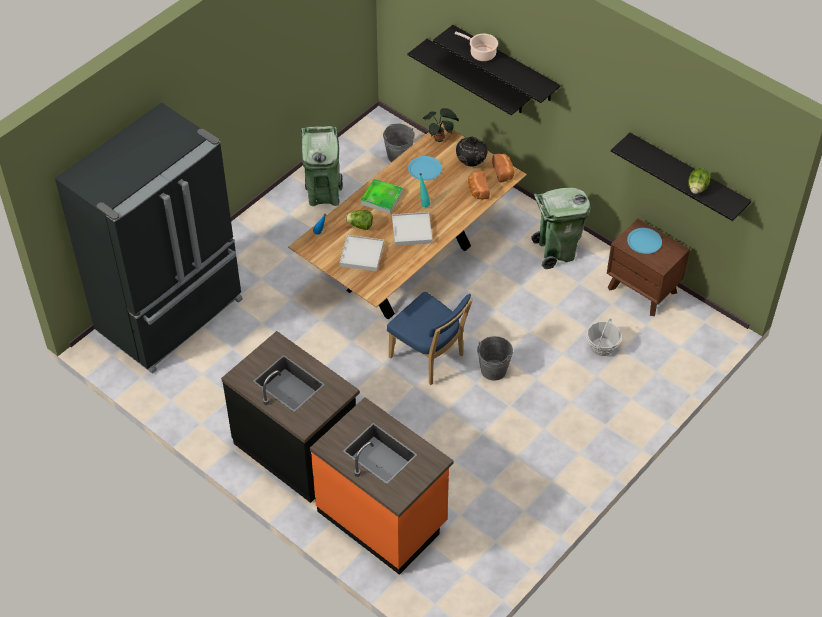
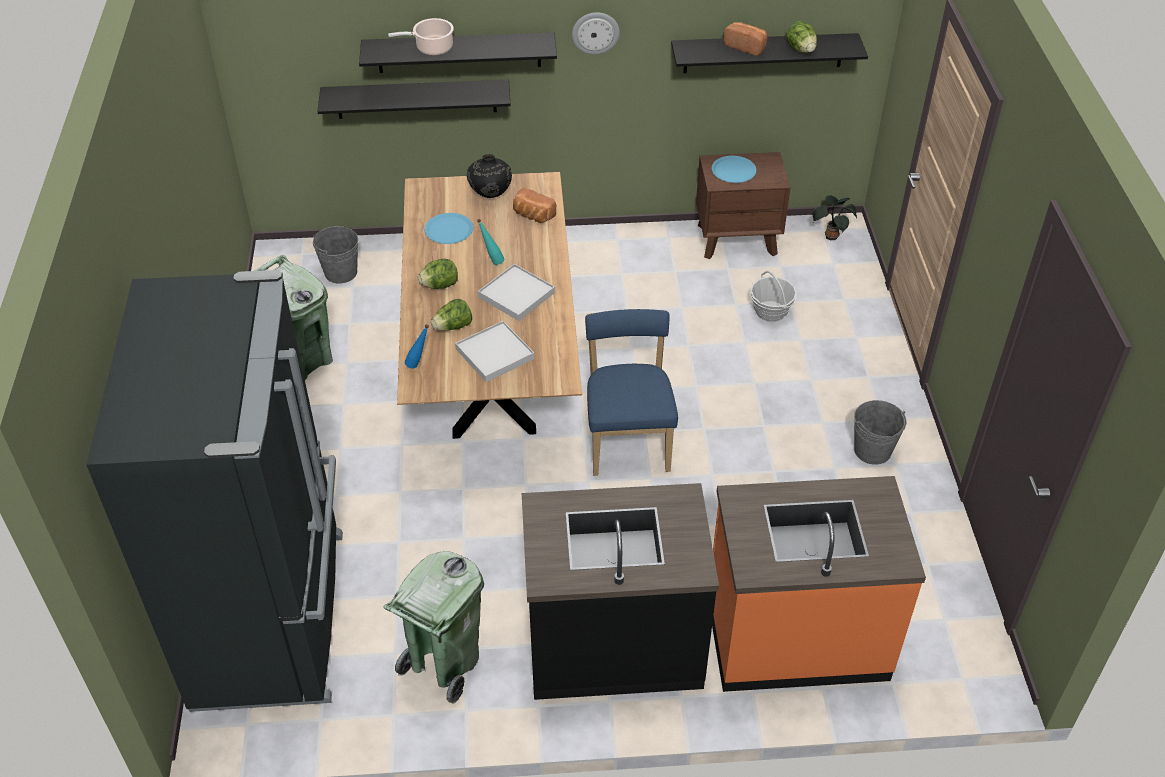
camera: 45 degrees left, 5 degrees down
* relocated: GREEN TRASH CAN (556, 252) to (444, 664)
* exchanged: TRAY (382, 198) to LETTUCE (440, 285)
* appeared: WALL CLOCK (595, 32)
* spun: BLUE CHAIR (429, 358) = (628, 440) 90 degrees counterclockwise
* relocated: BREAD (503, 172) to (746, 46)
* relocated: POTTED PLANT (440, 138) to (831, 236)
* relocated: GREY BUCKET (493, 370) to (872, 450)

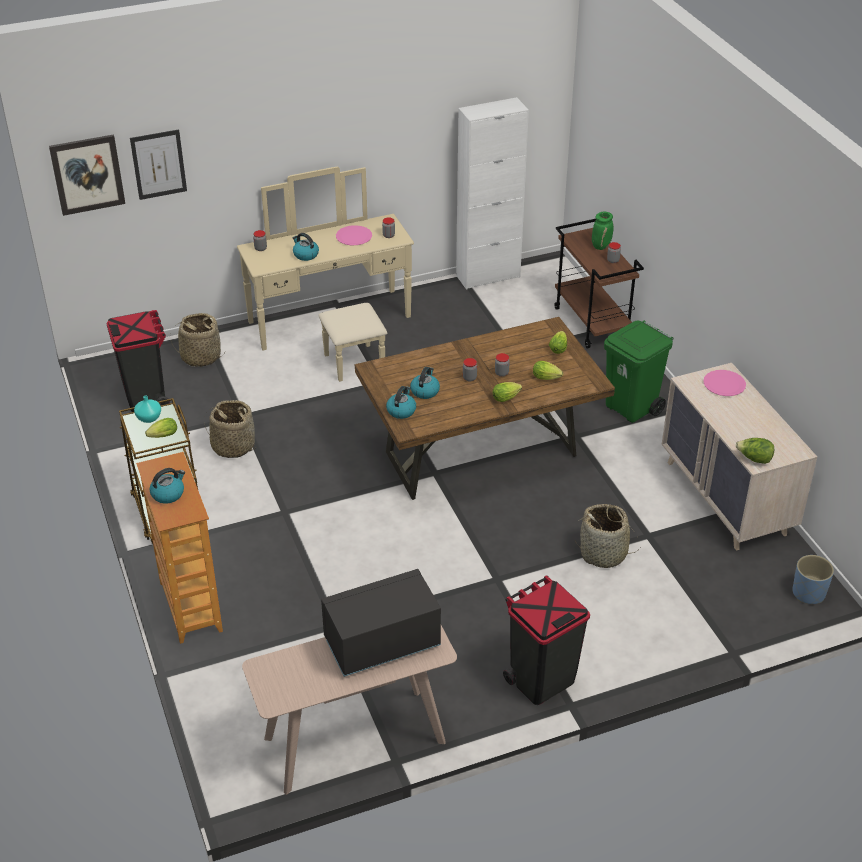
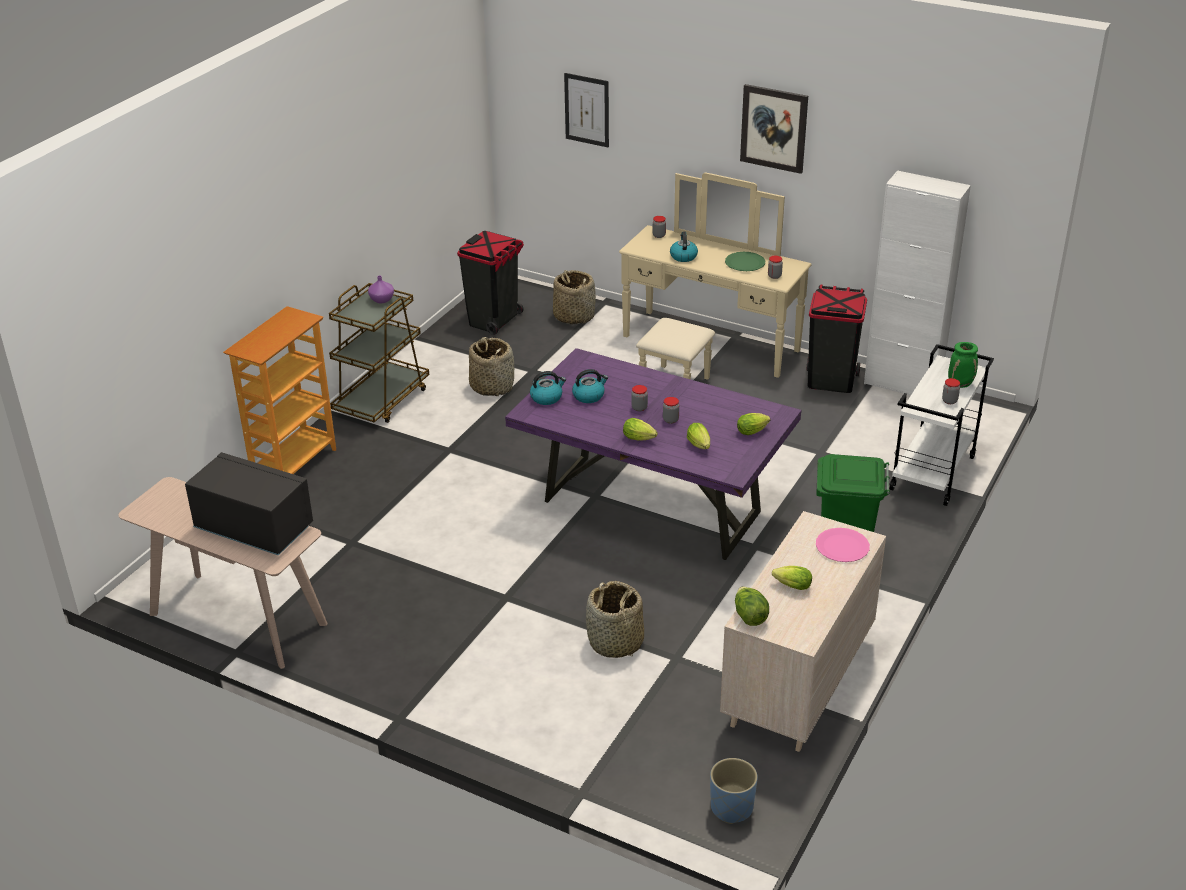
camera: 50 degrees right, 5 degrees down
* colour: TURQUOISE VASE (148, 418) to PURPLE VASE (381, 299)
* colour: BROWN DINING TABLE (481, 454) to PURPLE DINING TABLE (653, 507)
* colour: PINK PLATE (354, 236) to GREEN PLATE (745, 263)
* relocated: PICTURE (87, 174) to (774, 128)
* relocated: LETTUCE (162, 436) to (790, 586)
* relocated: BLACK TRASH CAN (541, 680) to (831, 380)
* colour: BROWN CART (592, 323) to WHITE CART (933, 474)
* missing: KETTLE (168, 494)

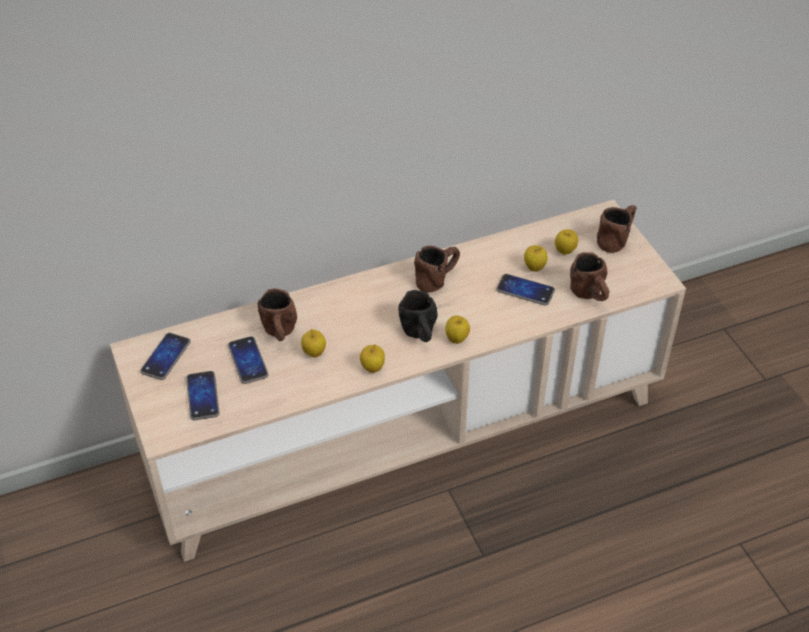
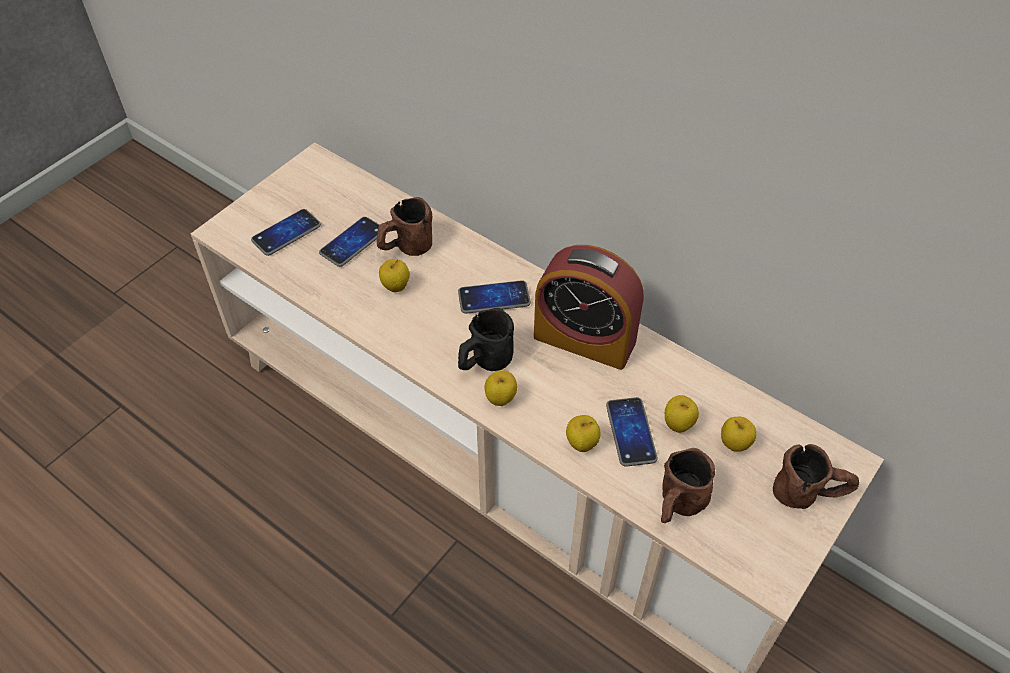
camera: 60 degrees right, 5 degrees up
* relocated: PHONE (166, 357) to (494, 298)
* exchanged: BROWN MUG (438, 278) to ALARM CLOCK (584, 339)
* relocated: APPLE (372, 368) to (582, 444)

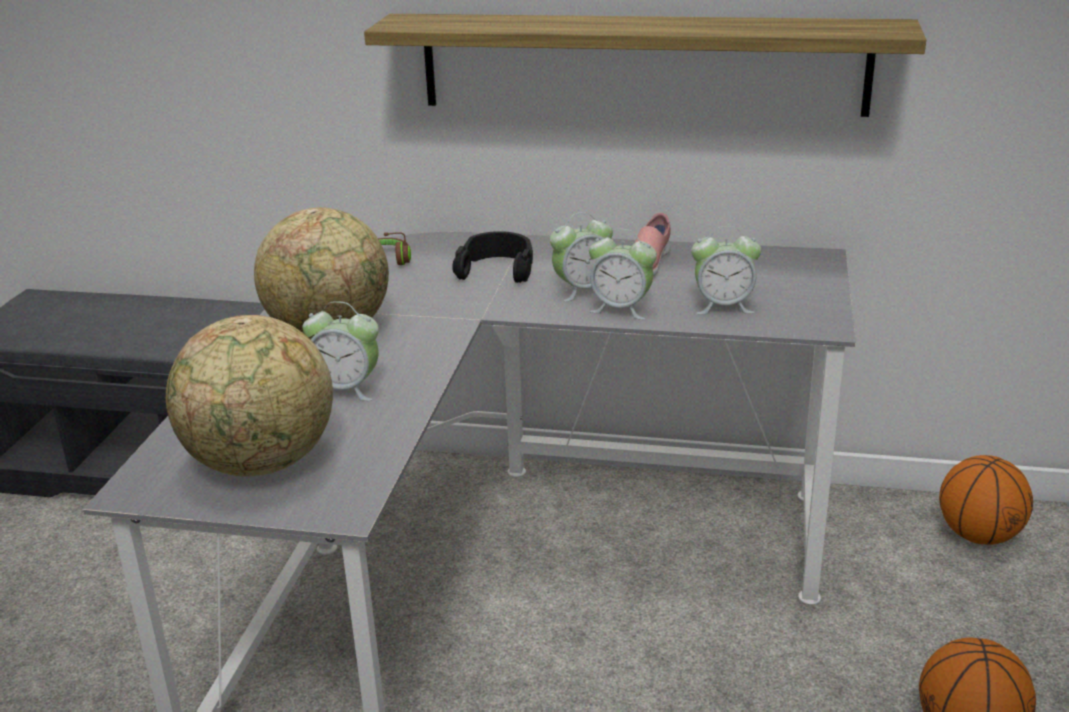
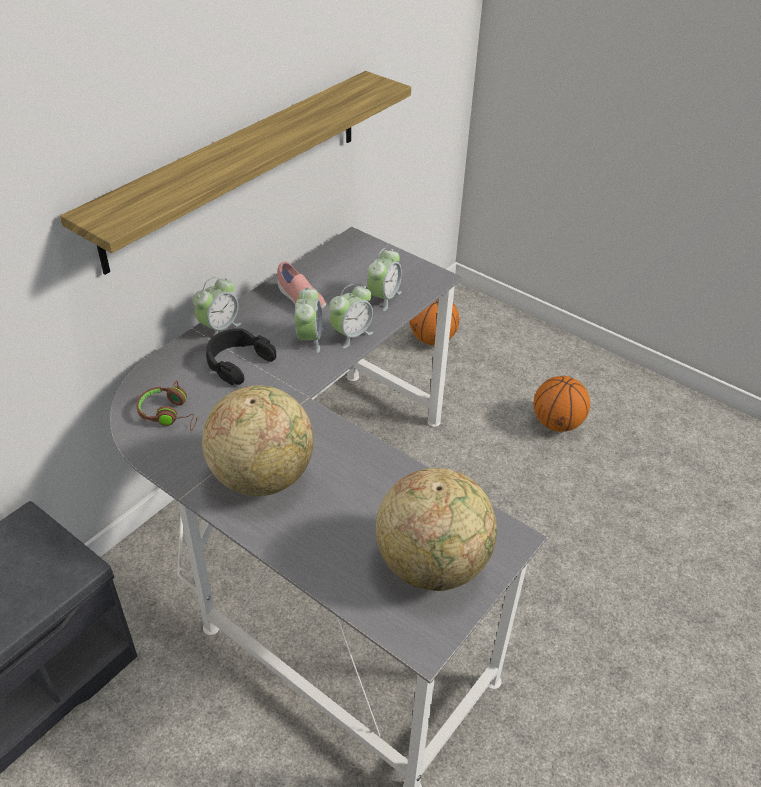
camera: 65 degrees left, 15 degrees up
* relocated: ALARM CLOCK (346, 389) to (219, 328)

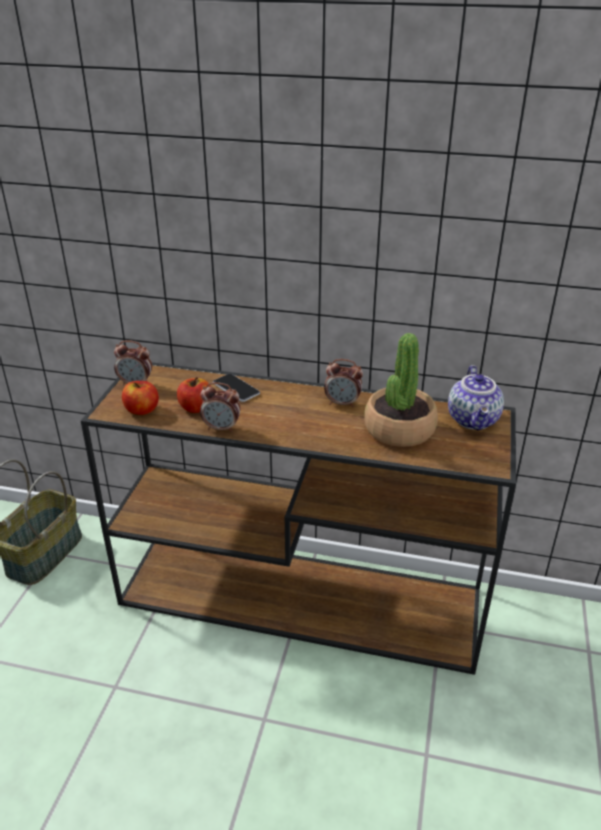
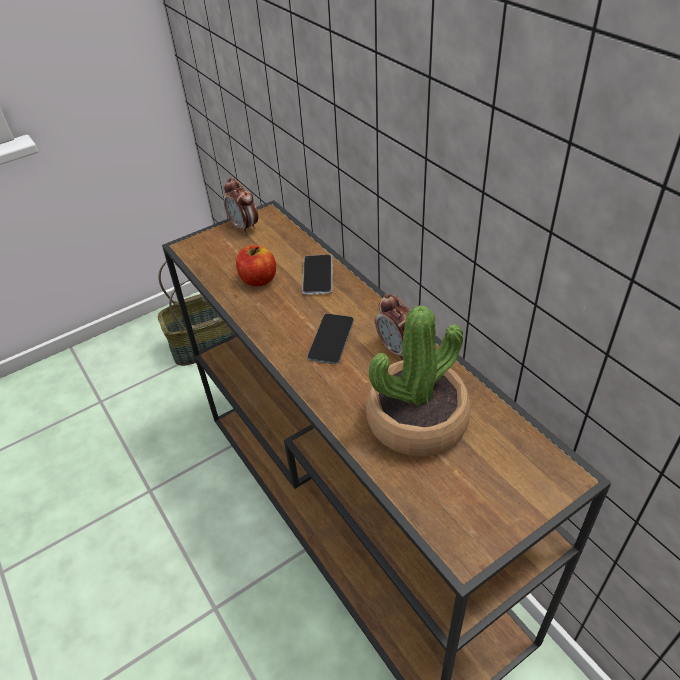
camera: 45 degrees right, 10 degrees up
* appeared: PHONE (331, 339)
* missing: APPLE (142, 410)
* missing: ALARM CLOCK (221, 428)
* missing: TEAPOT (474, 420)

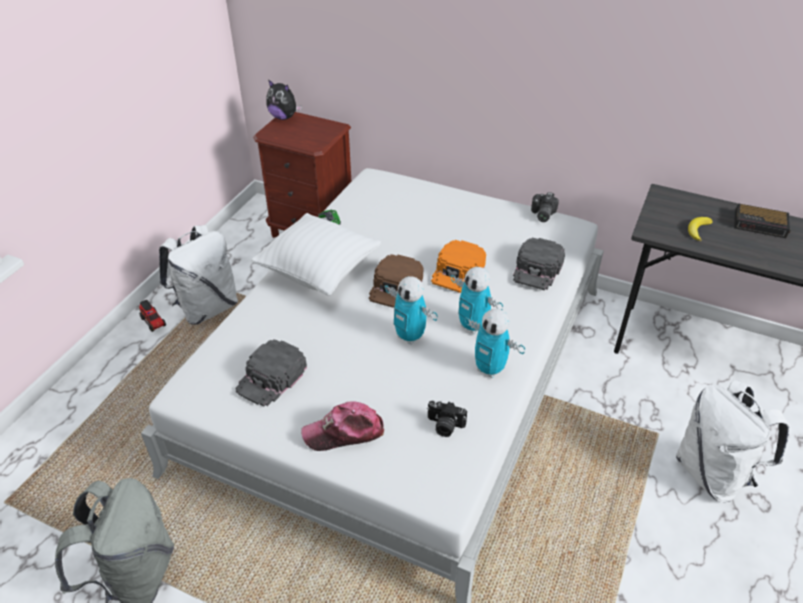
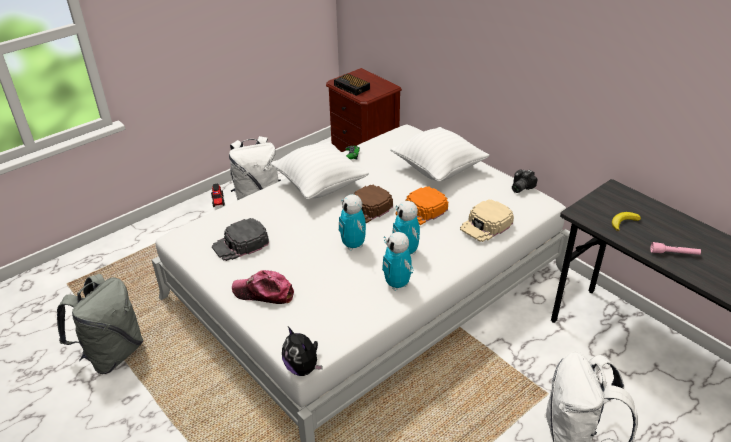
camera: 25 degrees right, 5 degrees down
* relocated: PLUSH TOY (284, 117) to (303, 368)
* relocated: ALARM CLOCK (761, 225) to (352, 87)
* appeared: WHITE PILLOW (438, 169)
* colour: BLACK CAP (538, 269) to BEIGE CAP (486, 225)
* appeared: PINK FLASHLIGHT (674, 253)
* missing: PHOTO CAMERA (444, 426)

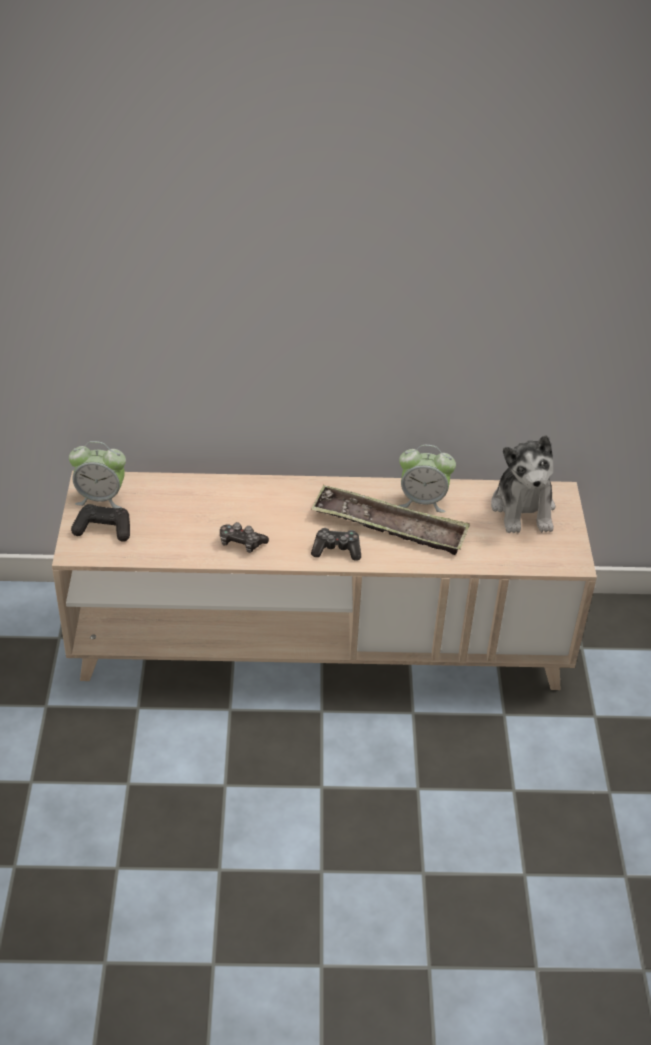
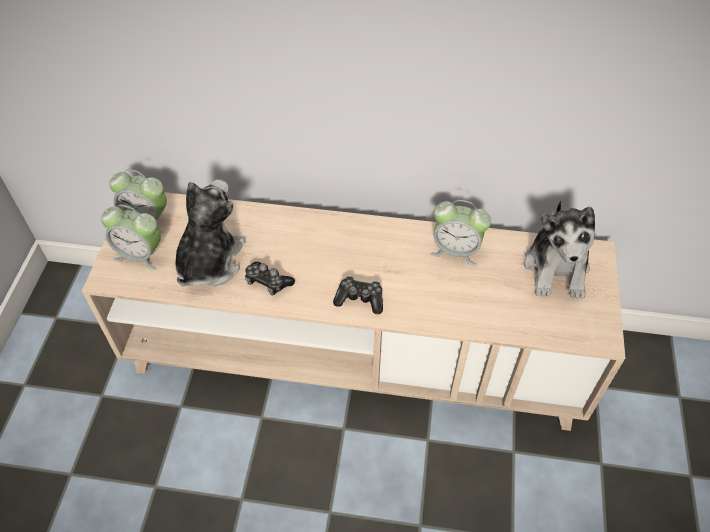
camera: 10 degrees right, 10 degrees up
* exchanged: BLACK GAME CONTROLLER (103, 529) to ALARM CLOCK (140, 254)
* appeared: PLUSH TOY (209, 262)
* missing: TRAY (389, 526)

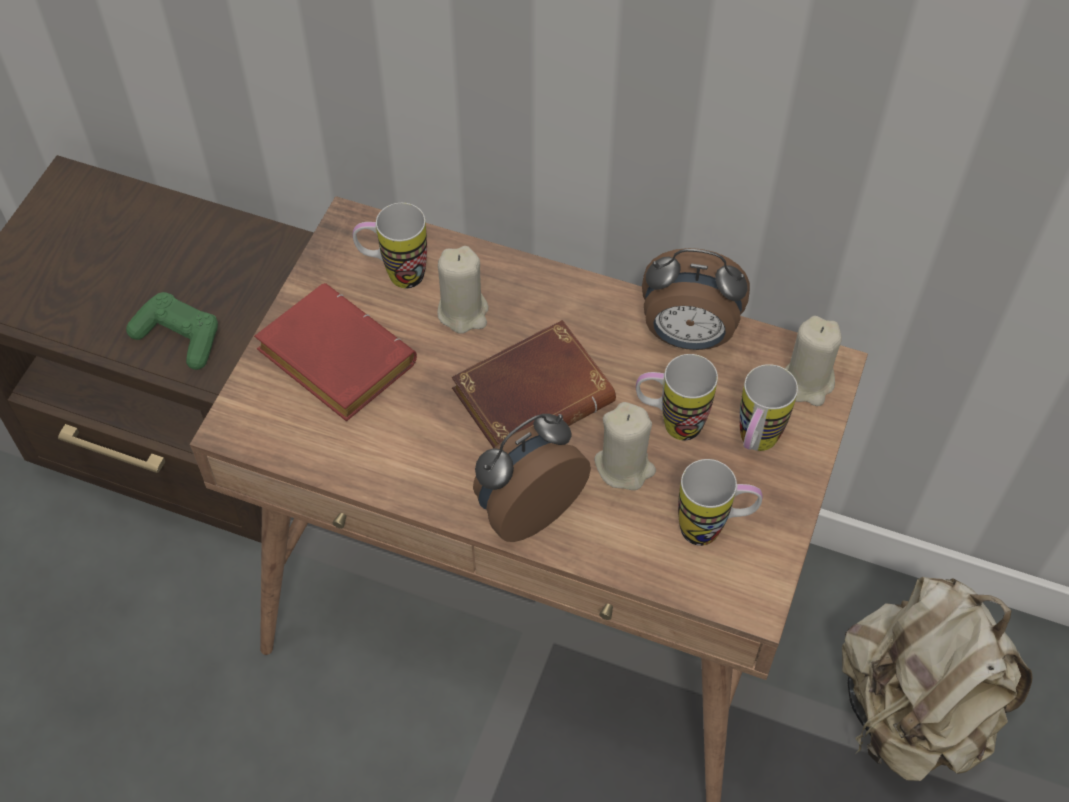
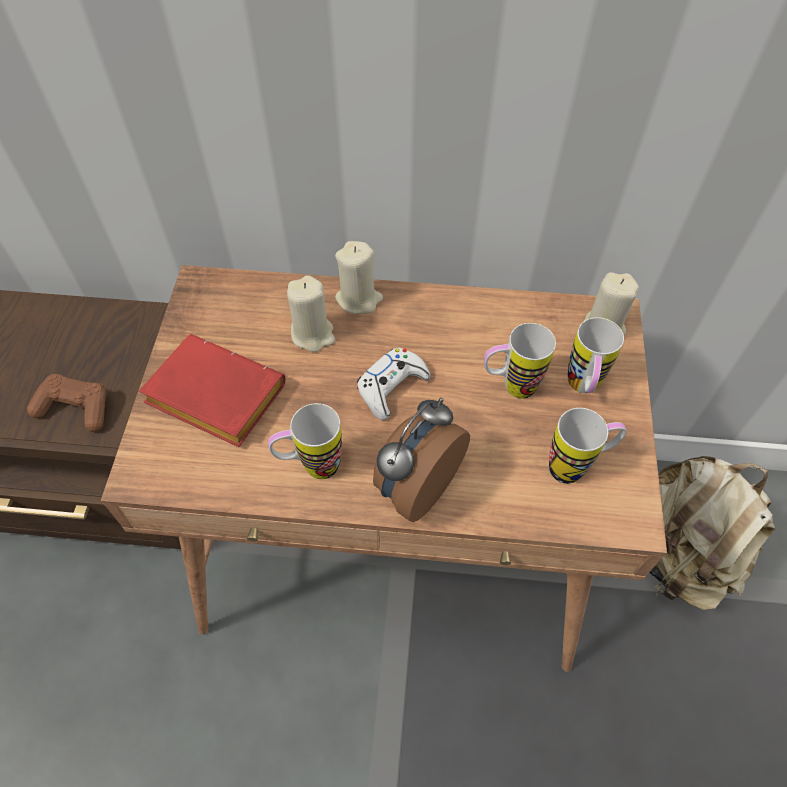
camera: 15 degrees left, 0 degrees up
* colour: GREEN GAME CONTROLLER (179, 337) to BROWN GAME CONTROLLER (75, 408)
* relocated: MUG (394, 275) to (311, 467)
* relocated: BEIGE CANDLE (624, 466) to (359, 299)
* exchanged: BROWN BOOK (534, 393) to WHITE GAME CONTROLLER (391, 387)
* missing: ALARM CLOCK (688, 336)

